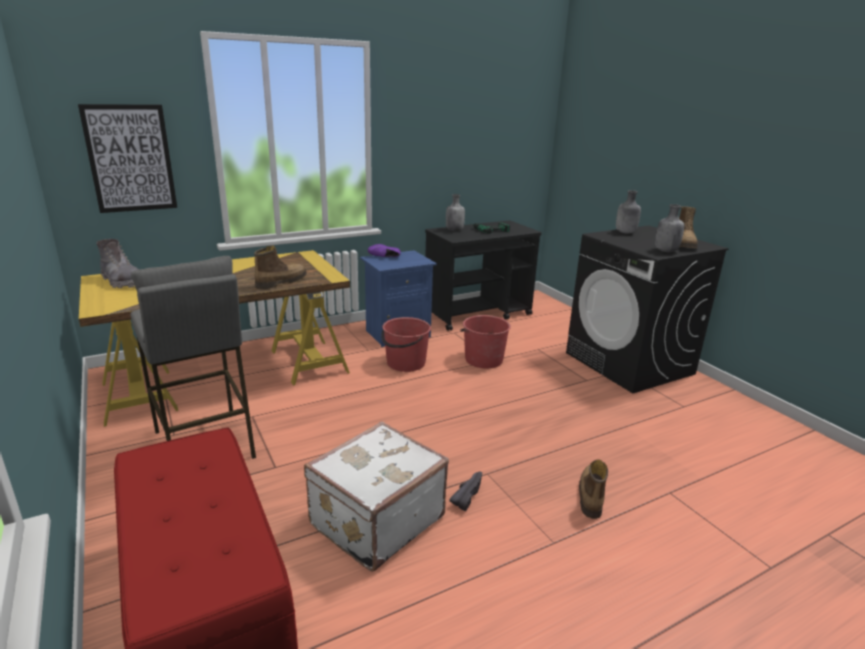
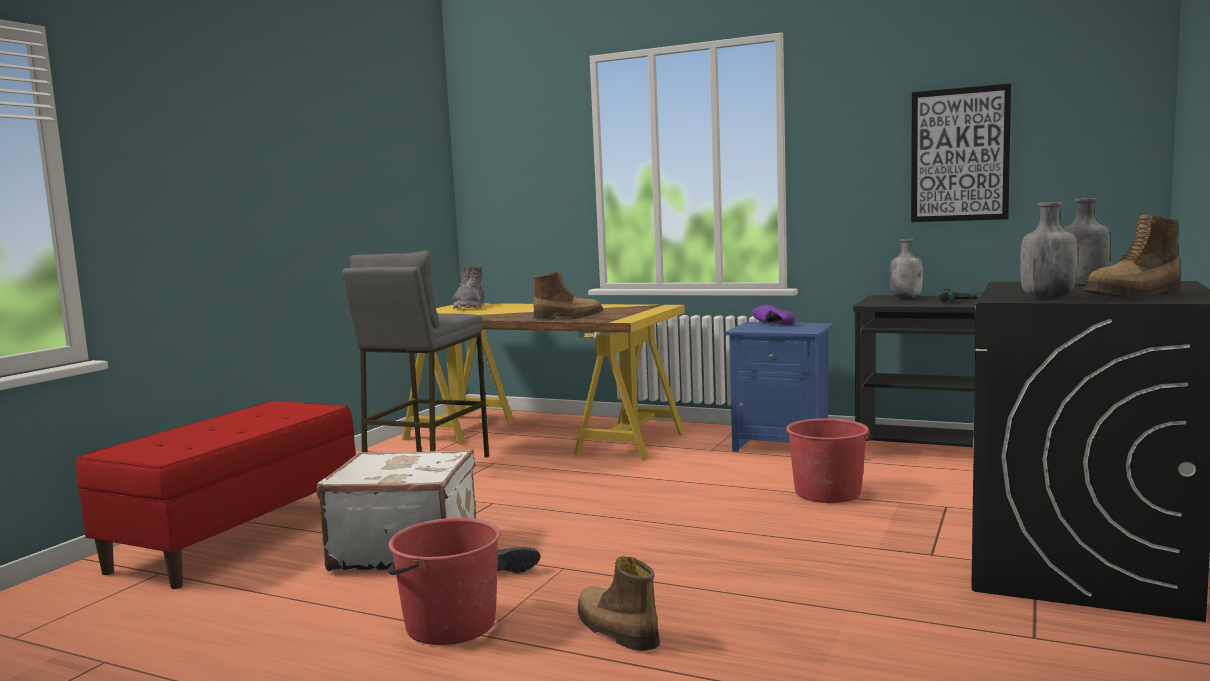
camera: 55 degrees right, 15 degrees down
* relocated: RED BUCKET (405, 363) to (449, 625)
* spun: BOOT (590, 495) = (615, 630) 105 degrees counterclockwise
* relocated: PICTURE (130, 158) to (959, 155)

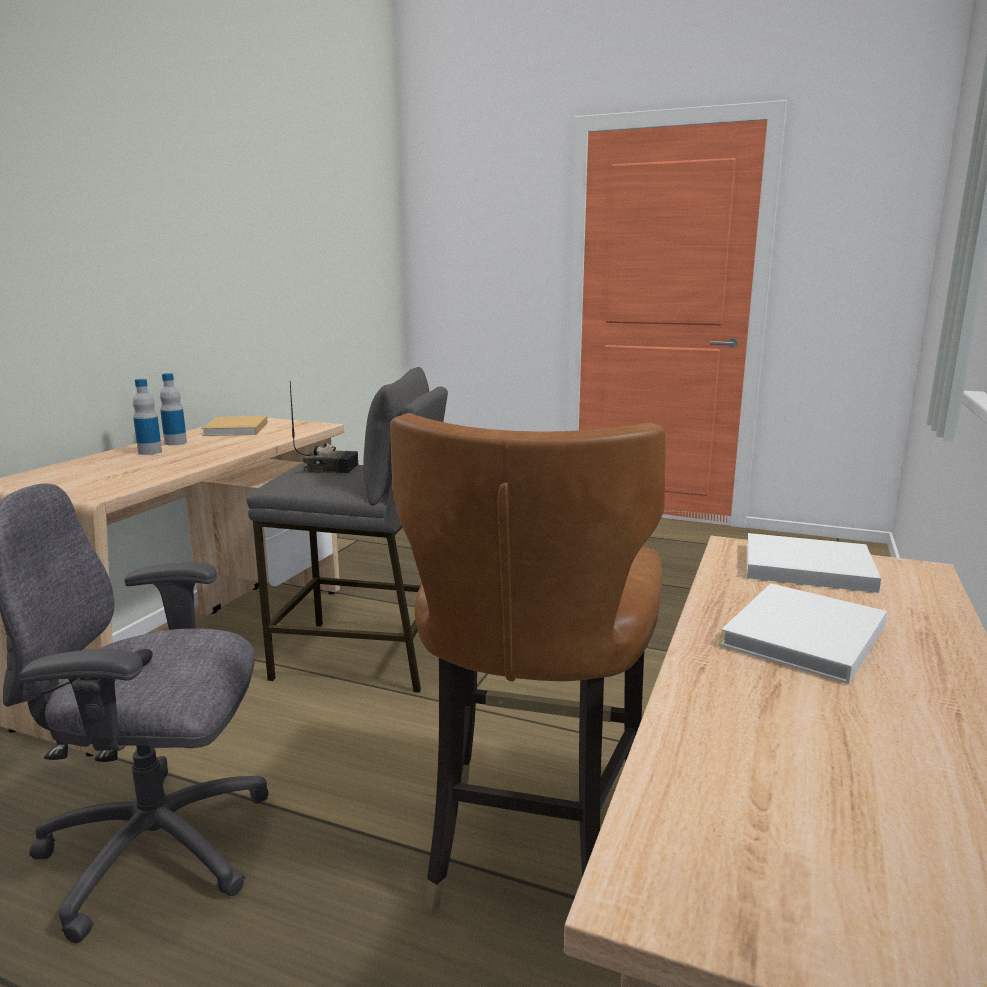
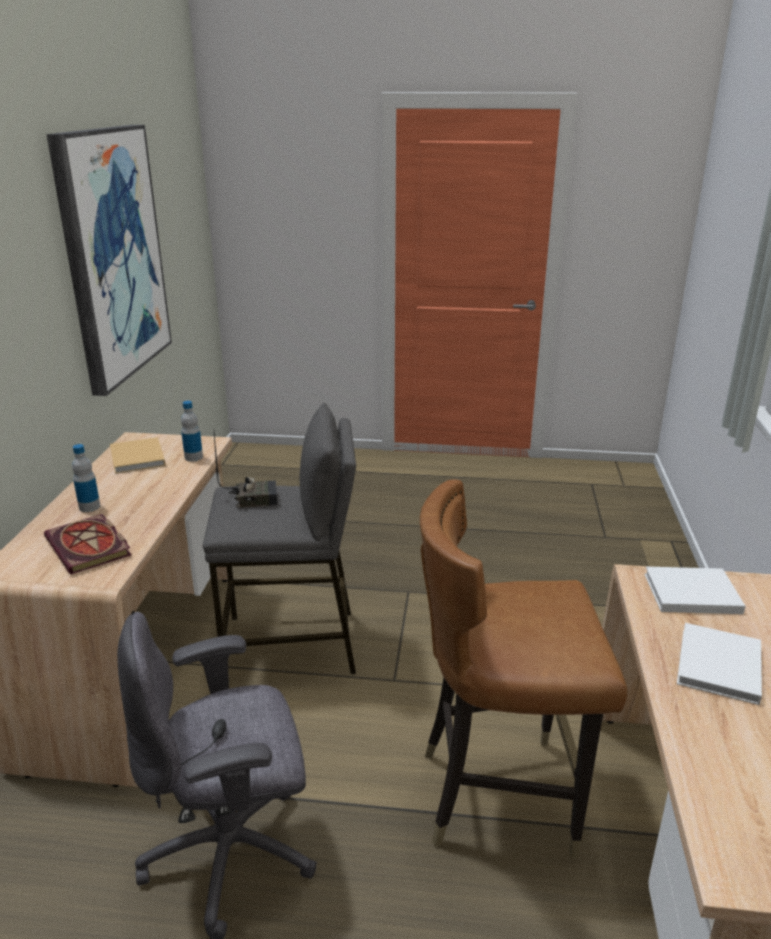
camera: 15 degrees left, 10 degrees up
* appeared: BOOK (90, 547)
* appeared: PICTURE (112, 255)
* relocated: BOTTLE (175, 443) to (193, 457)
* spun: BROWN CHAIR (530, 851) = (500, 795) 90 degrees clockwise

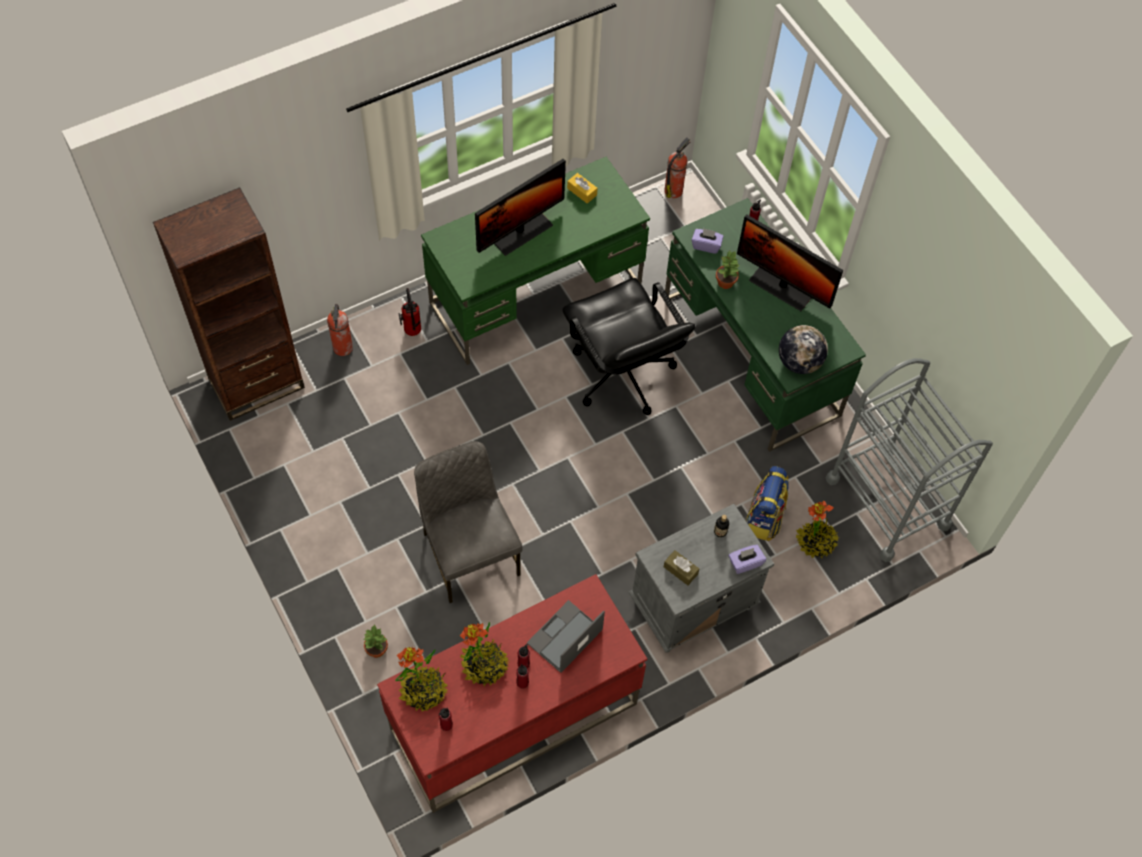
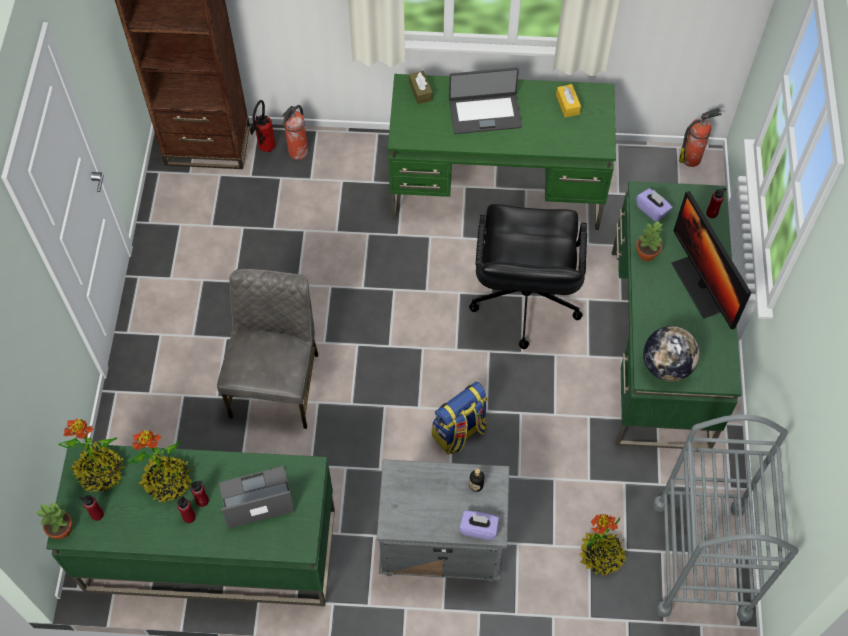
camera: 35 degrees right, 0 degrees up
* relocated: POTTED PLANT (376, 649) to (61, 529)
* colour: RED DESK (512, 717) to GREEN DESK (210, 550)
* relocated: FIRE EXTINGUISHER (412, 333) to (265, 149)
* relocated: BROWN TISSUE BOX (680, 570) to (420, 91)
* relocated: BACKPACK (764, 519) to (459, 432)
* exchanged: MONITOR (520, 231) to LAPTOP (485, 113)

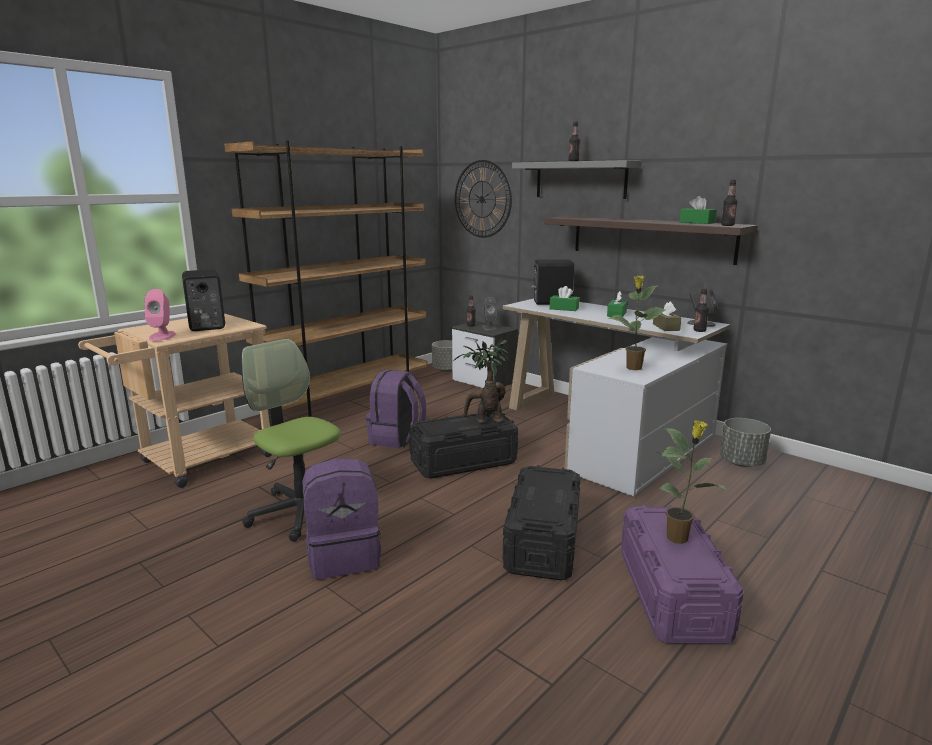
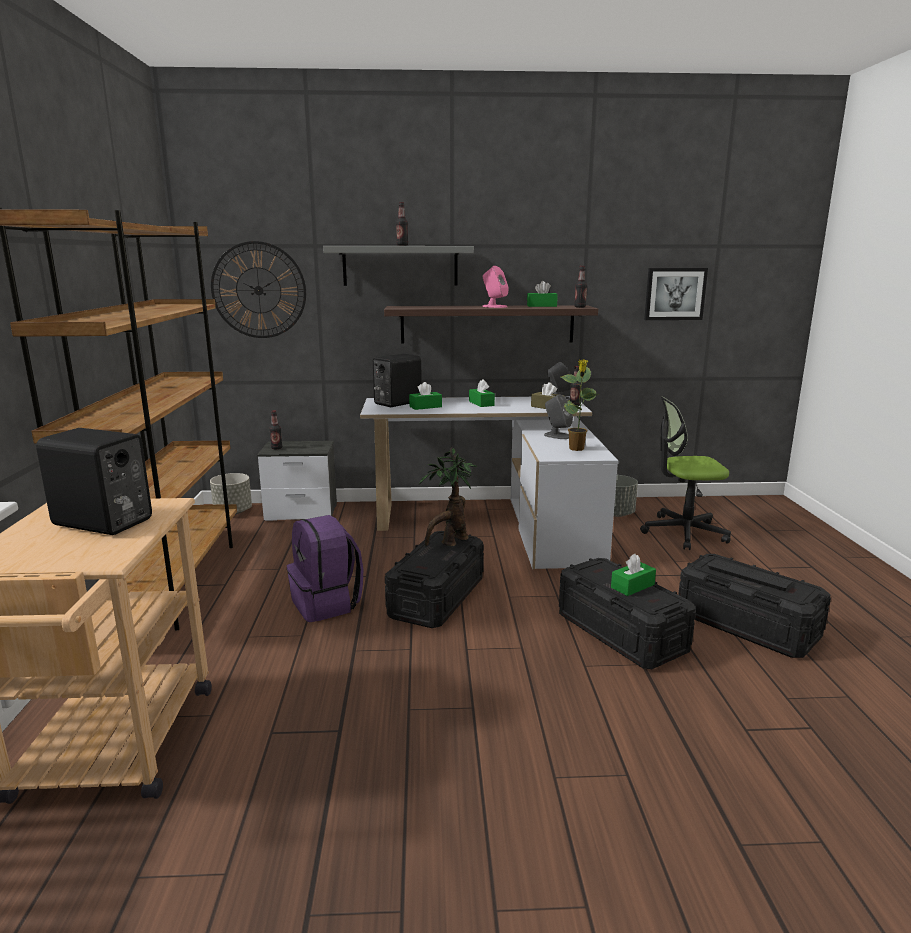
camera: 45 degrees left, 0 degrees up
* relocated: PINK SPEAKER (162, 336) to (494, 306)
* relocated: GREY SPEAKER (489, 328) to (557, 436)
* appeared: GREEN TISSUE BOX (632, 586)
* relocated: OFFICE CHAIR (301, 511) to (683, 532)
* appeared: PICTURE (674, 294)
* colour: PURPLE STORAGE BOX (671, 595) to BLACK STORAGE BOX (747, 625)
* exchanged: POTTED PLANT (678, 538) to KEYBOARD (749, 575)
* missing: PURPLE BACKPACK (344, 556)

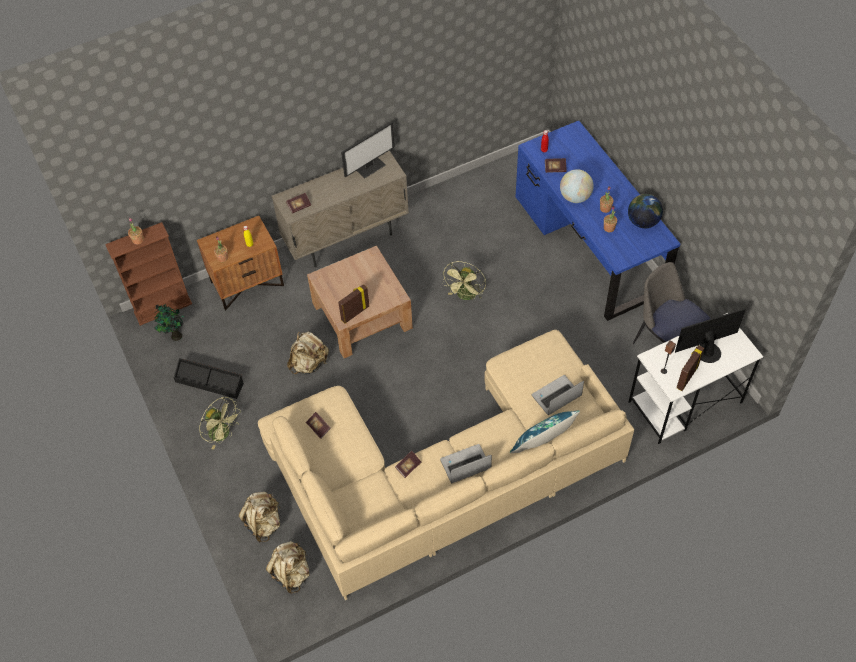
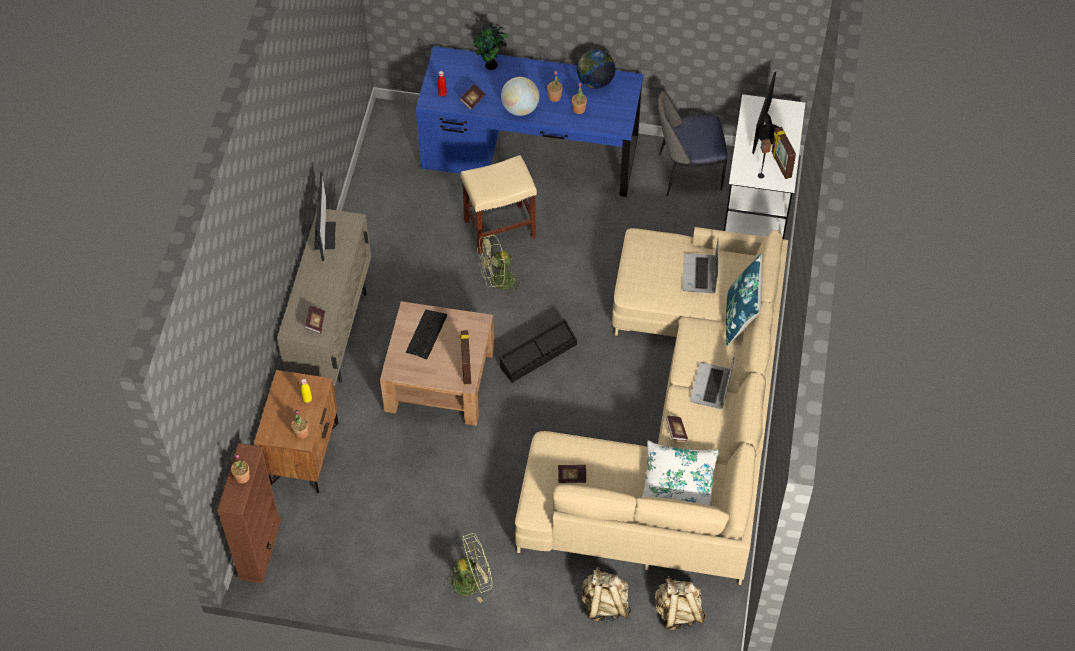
camera: 55 degrees left, 0 degrees up
* appeared: KEYBOARD (426, 334)
* appeared: BEIGE STOOL (499, 229)
* relocated: POTTED PLANT (175, 336) to (491, 66)
* spun: GREEN FAN (465, 296) = (498, 282) 105 degrees clockwise
* relocated: BLACK STORAGE BOX (209, 382) to (537, 355)
* appeared: WHITE PILLOW (679, 483)
* missing: BEIGE BACKPACK (309, 363)

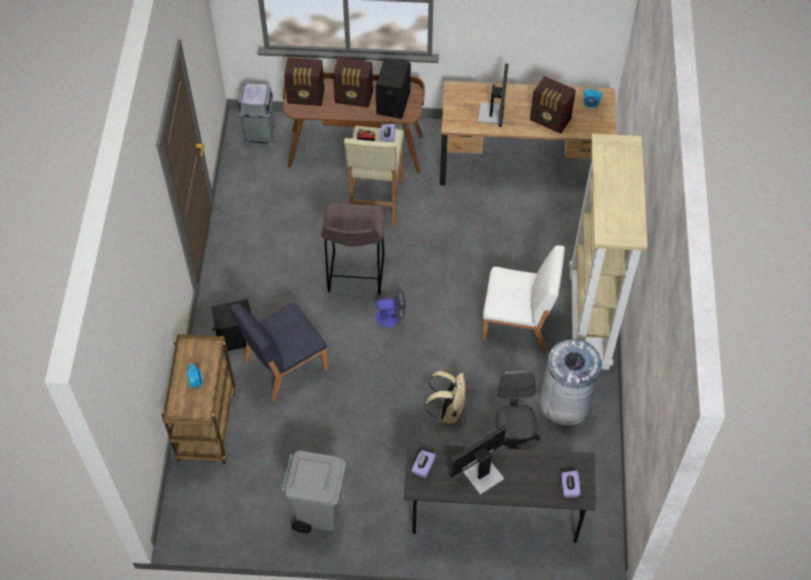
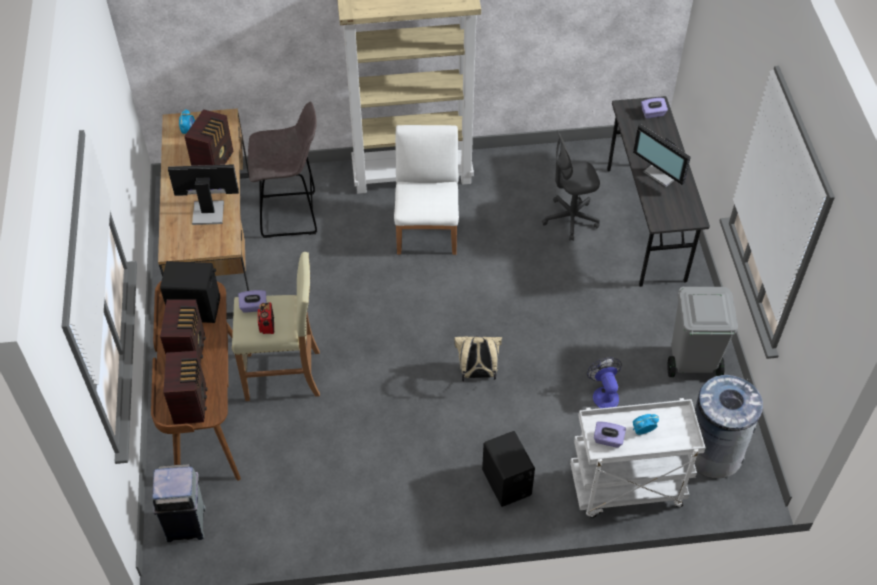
camera: 100 degrees left, 5 degrees down
* relocated: GREY STOOL (355, 275) to (291, 215)
* relocated: BEIGE BACKPACK (447, 410) to (477, 373)
* colour: BROWN CART (206, 423) to WHITE CART (626, 489)
* relocated: FAN (392, 317) to (604, 394)
* relocated: PURPLE TISSUE BOX (423, 467) to (608, 440)
* relocated: GREY TRASH CAN (565, 402) to (713, 452)
* missing: BLUE CHAIR (284, 365)

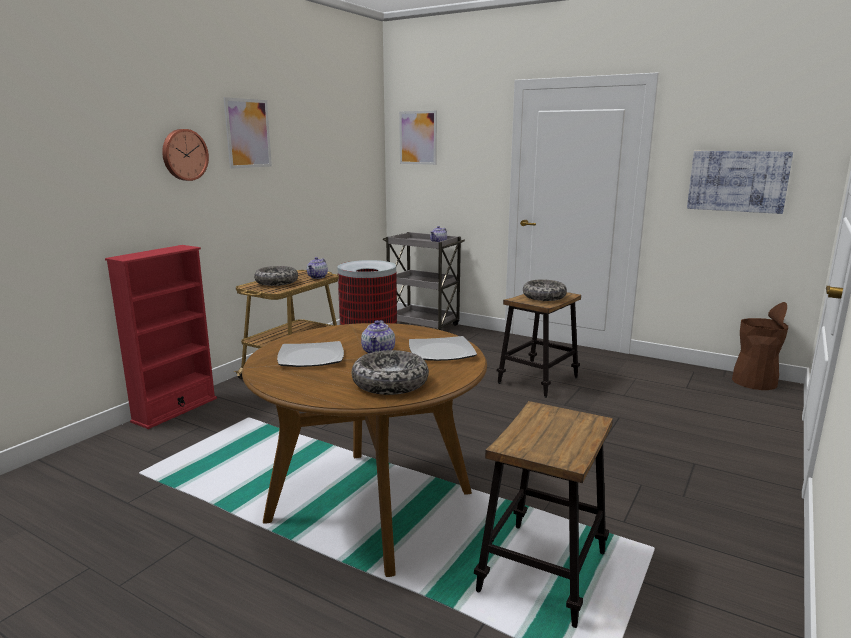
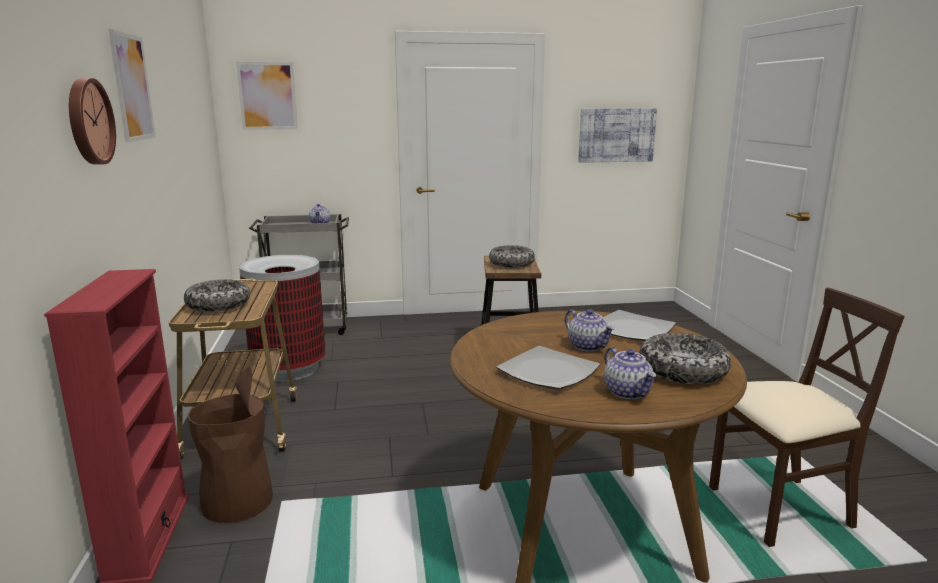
camera: 40 degrees left, 0 degrees up
* relocated: BROWN TRASH CAN (754, 382) to (237, 502)
* relocated: TEAPOT (317, 277) to (628, 392)
* exchanged: STOOL (543, 572) to BEIGE CHAIR (779, 510)

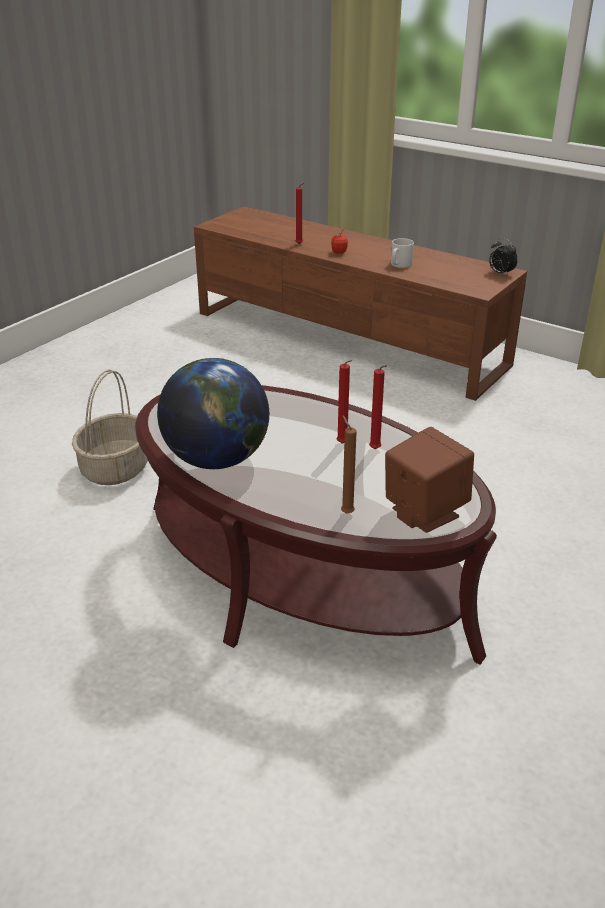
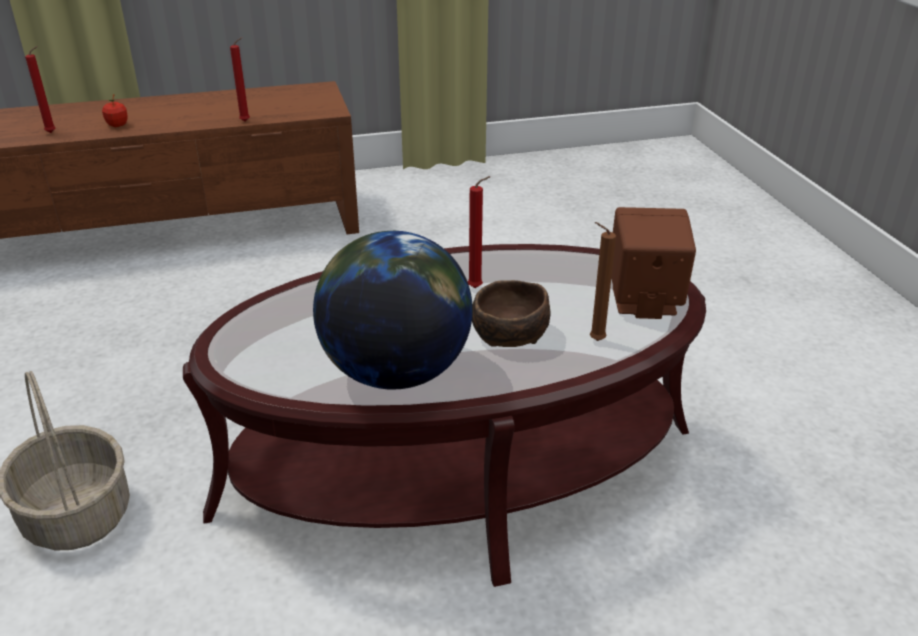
camera: 50 degrees left, 0 degrees up
* relocated: RED CANDLE (376, 450) to (246, 121)
* appeared: BROWN BOWL (508, 335)
* missing: GREY MUG (399, 265)
* missing: ALARM CLOCK (500, 273)

